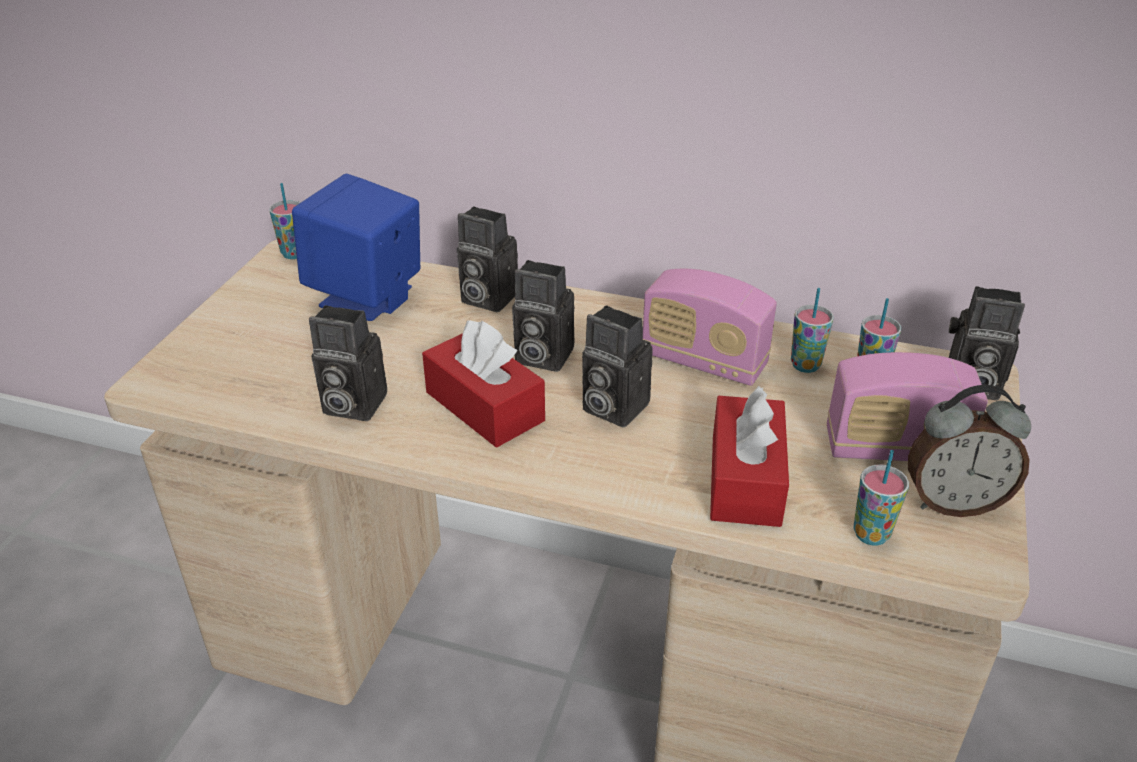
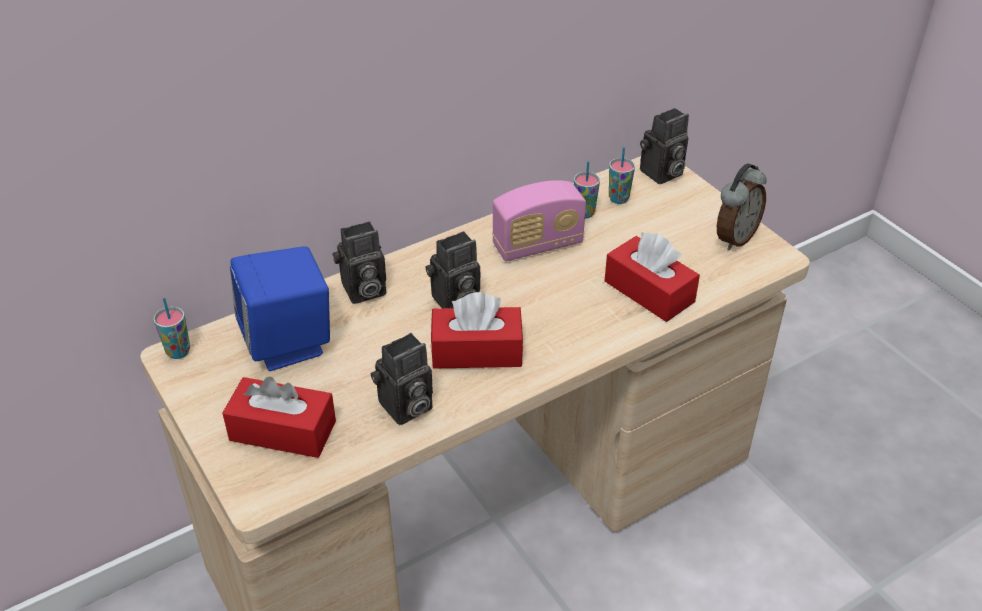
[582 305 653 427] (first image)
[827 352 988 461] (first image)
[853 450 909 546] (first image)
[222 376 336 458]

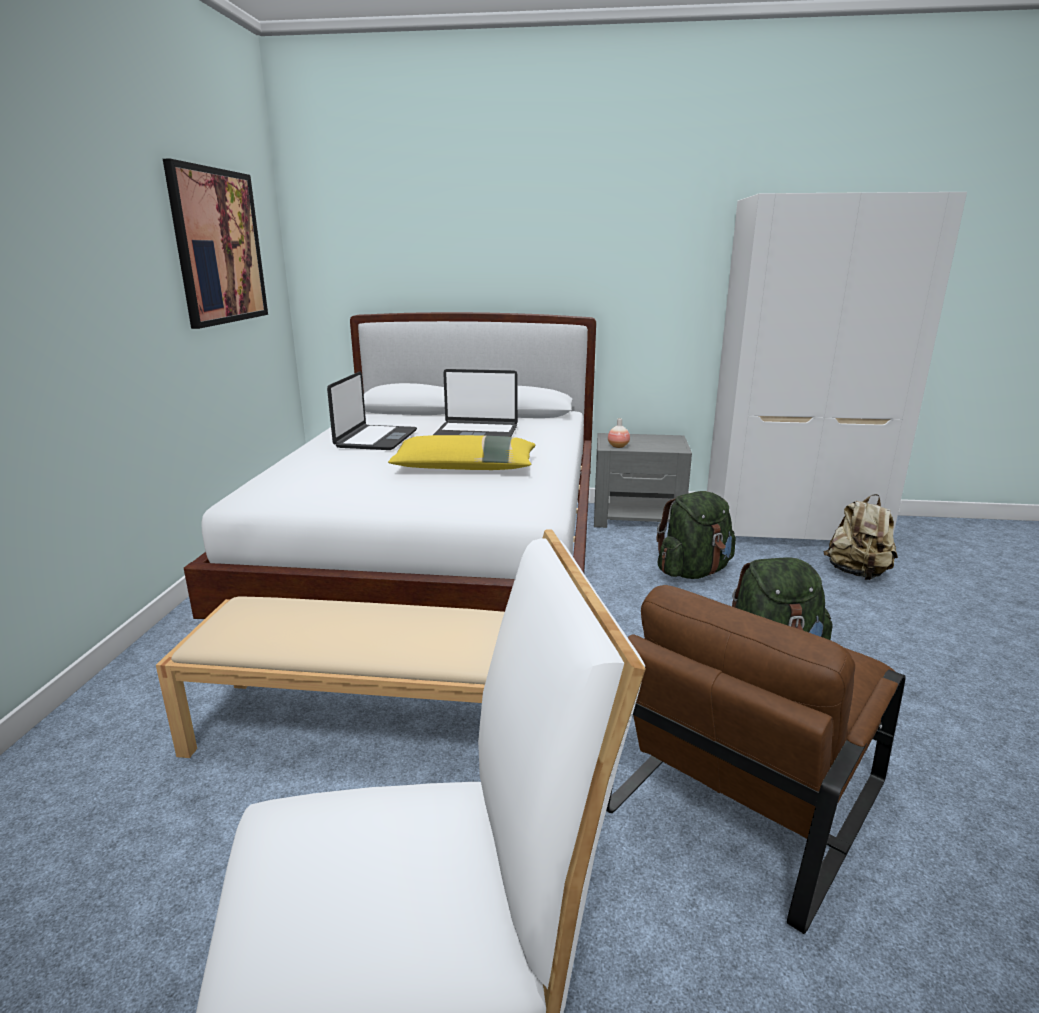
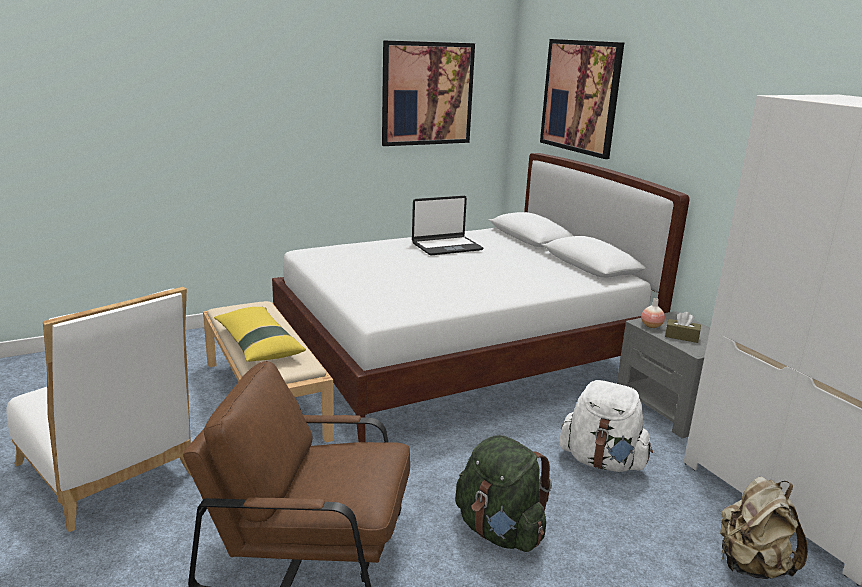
[214 307 306 362]
[433 369 518 437] (first image)
[560 380 653 472]
[540 39 624 159]
[665 312 701 343]

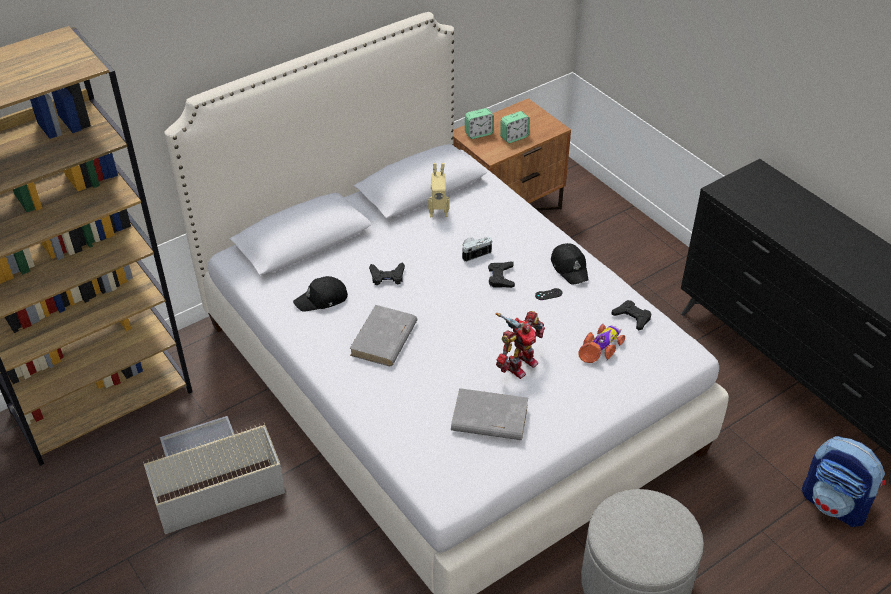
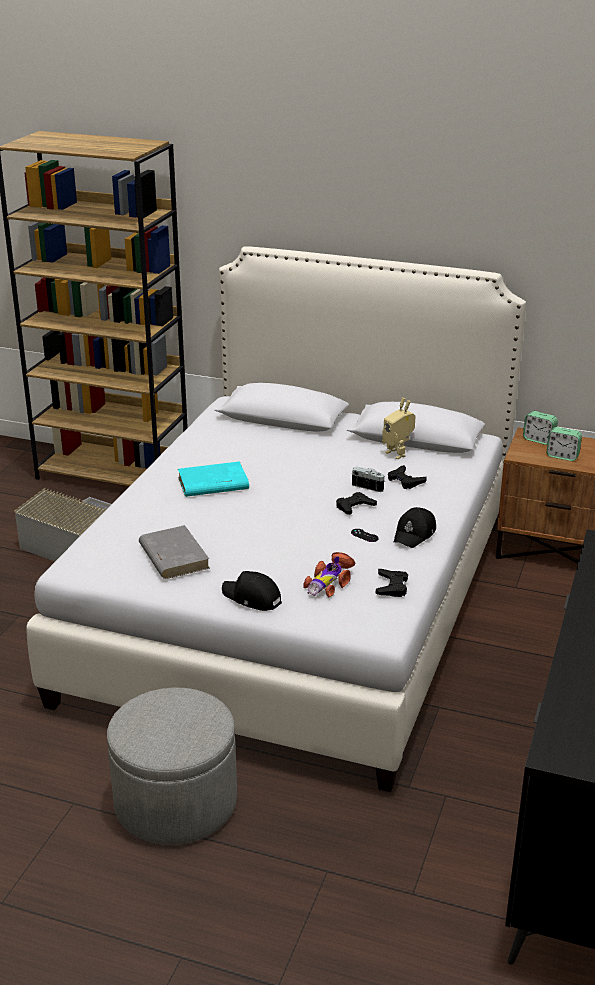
[222 571 282 611]
[178 461 249 497]
[388 465 427 489]
[495 311 545 379] (first image)
[303 552 355 597]
[802 436 886 527] (first image)

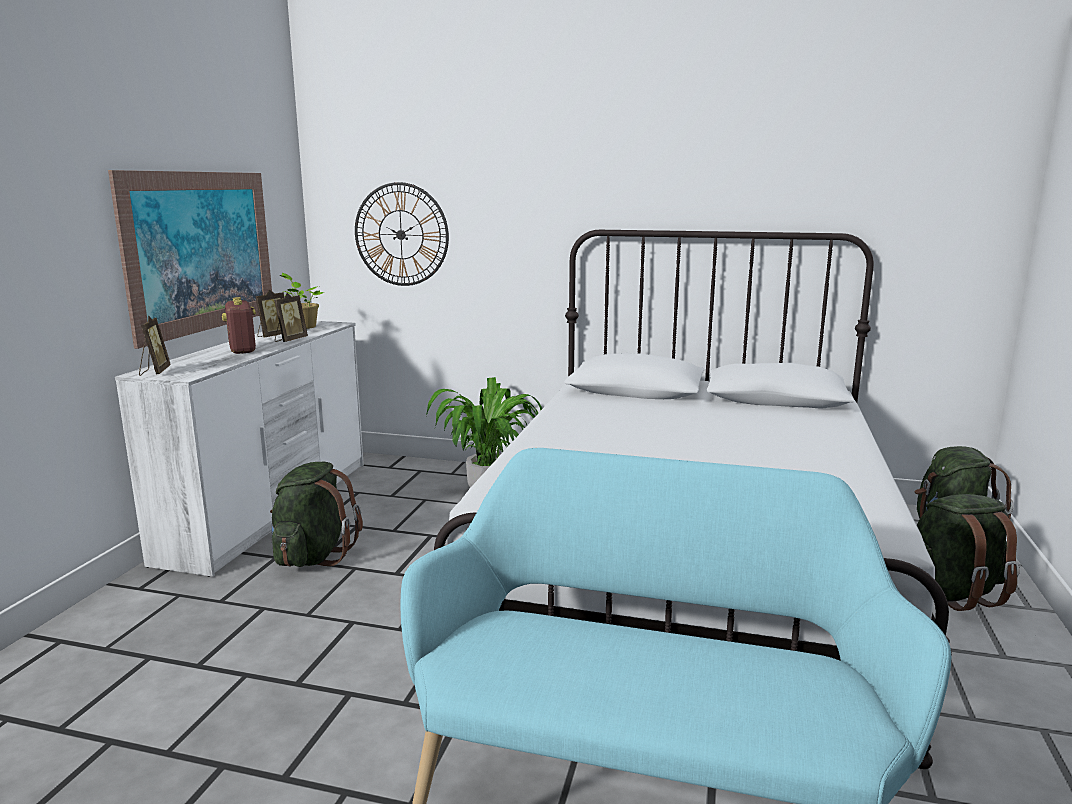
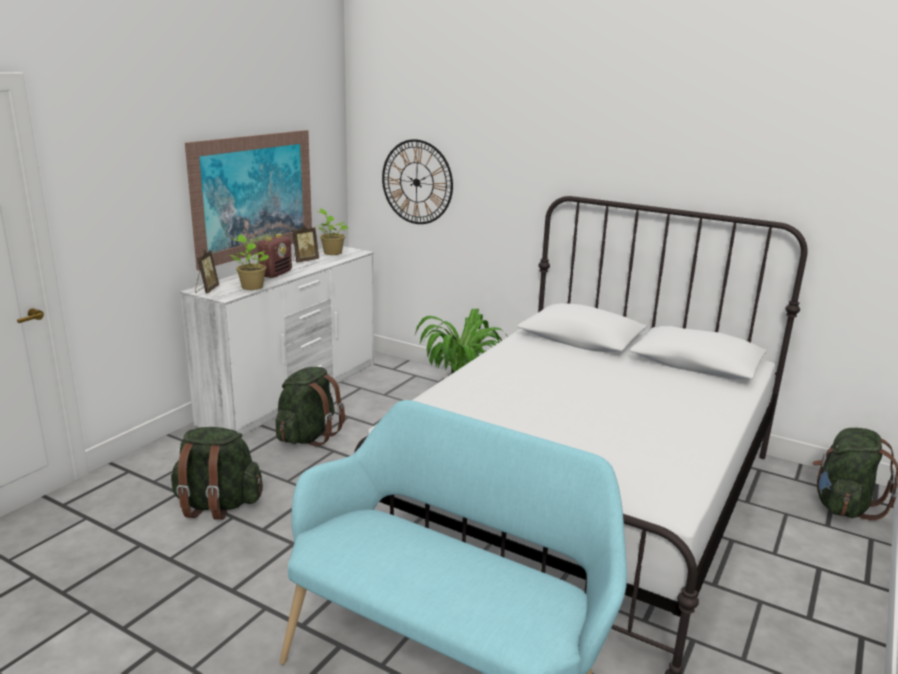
[257 234 292 278]
[274 293 308 342] (first image)
[171 427 263 520]
[230 234 270 290]

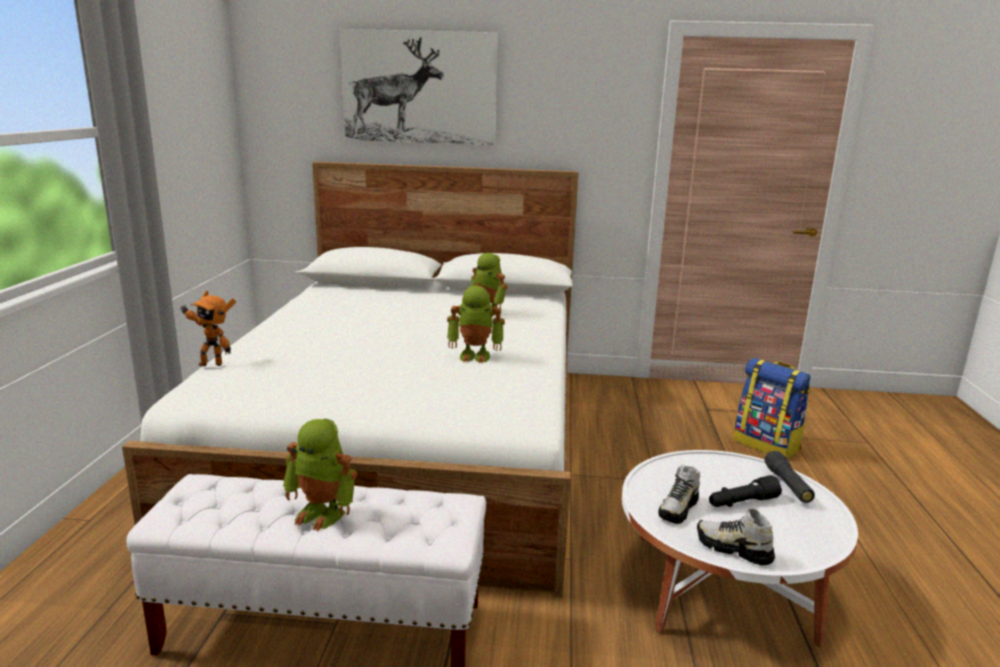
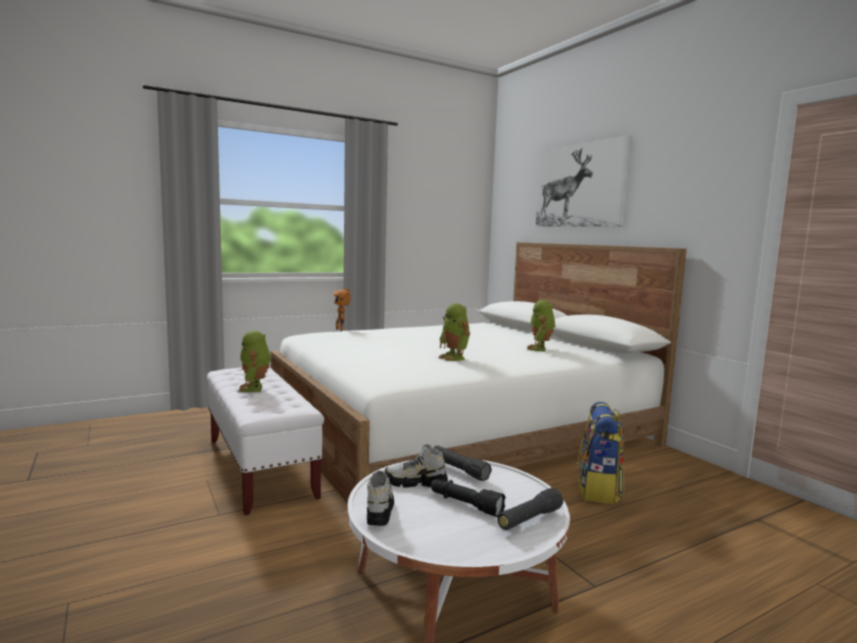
[577 402 624 504]
[433 446 492 481]

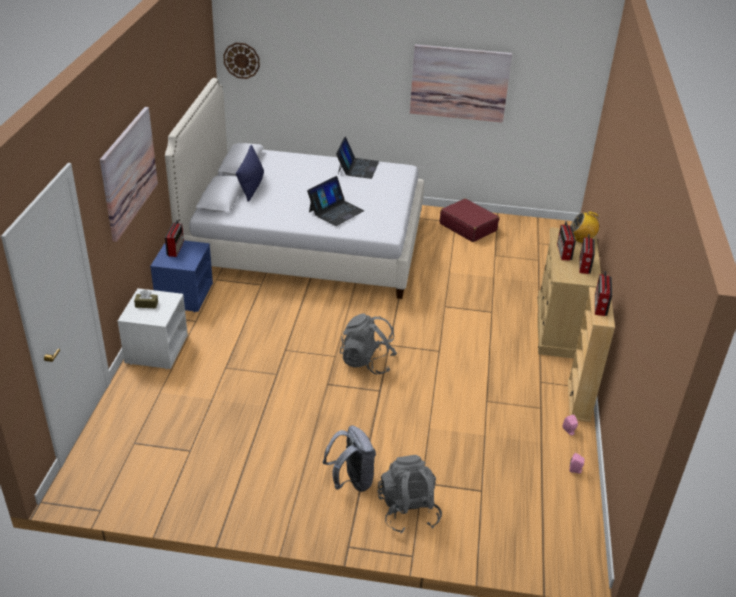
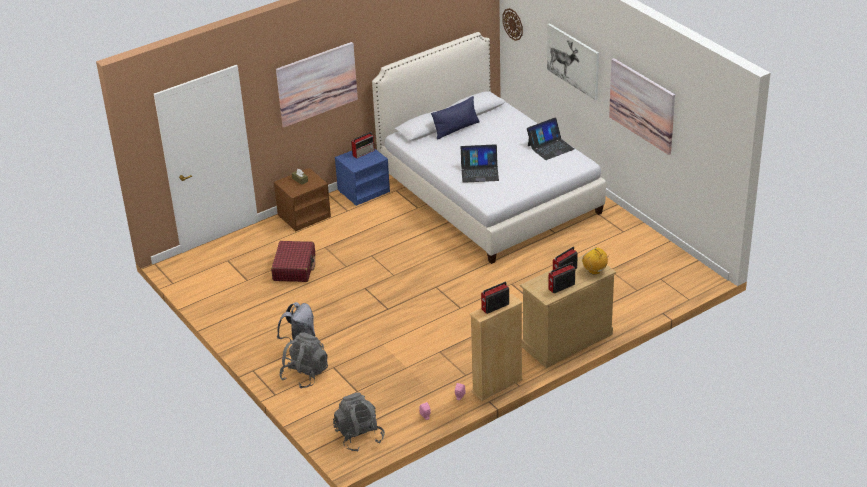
[274 168 331 231]
[333 392 385 452]
[271 241 315 282]
[547 23 599 100]

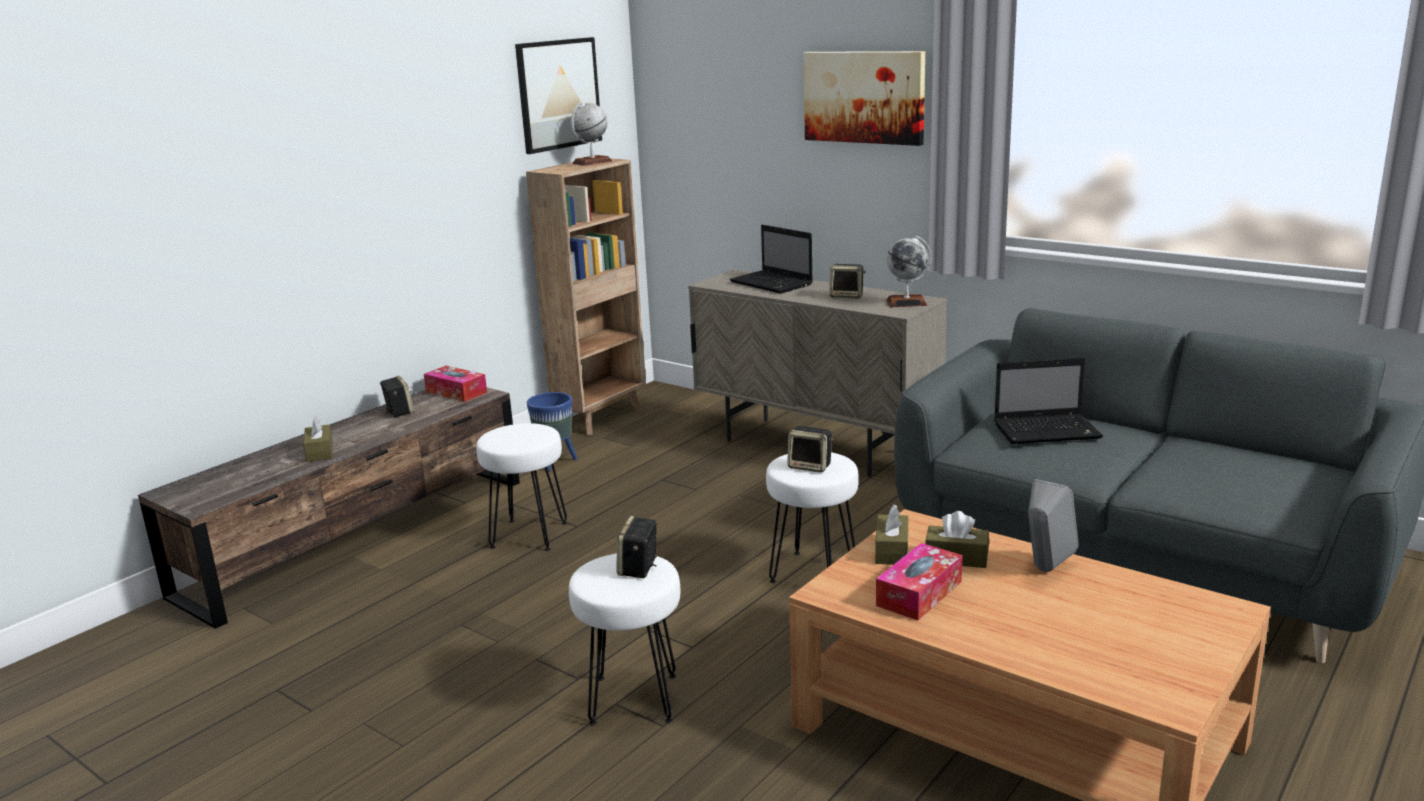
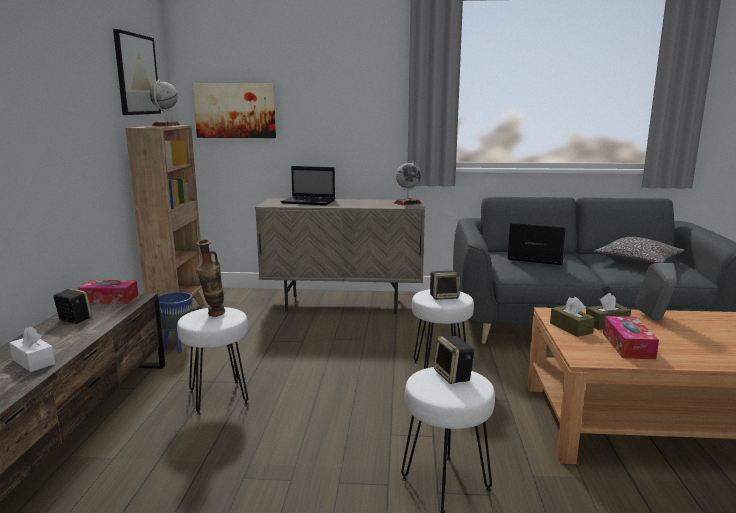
[9 326 55 372]
[193 83 276 138]
[829 264 866 298] (first image)
[508 223 566 265]
[196 239 225 317]
[594 237 684 265]

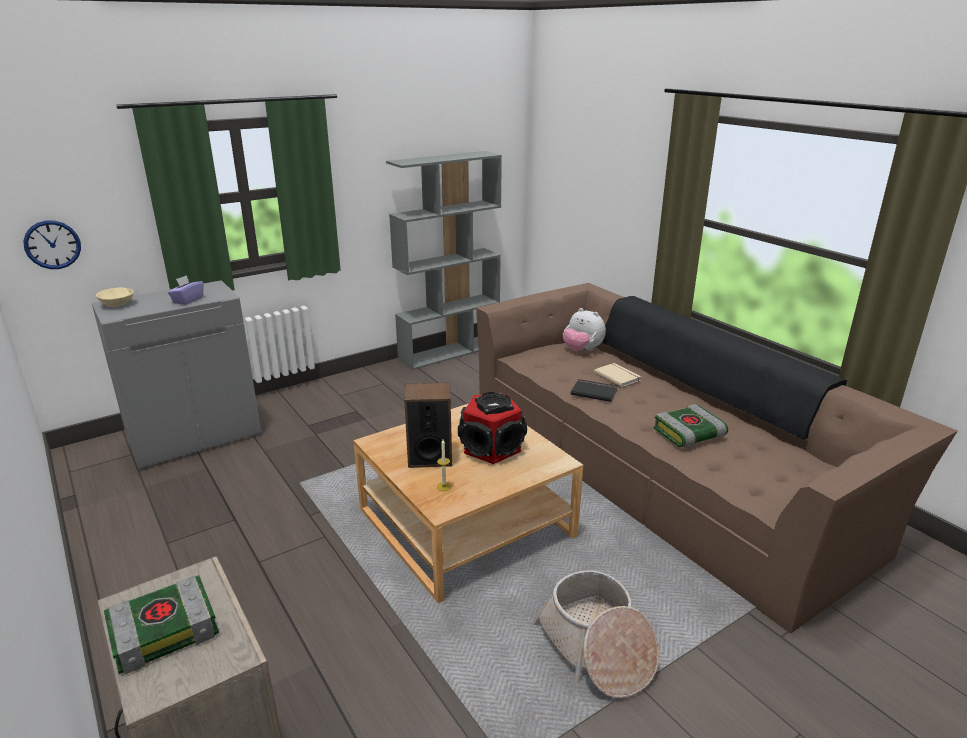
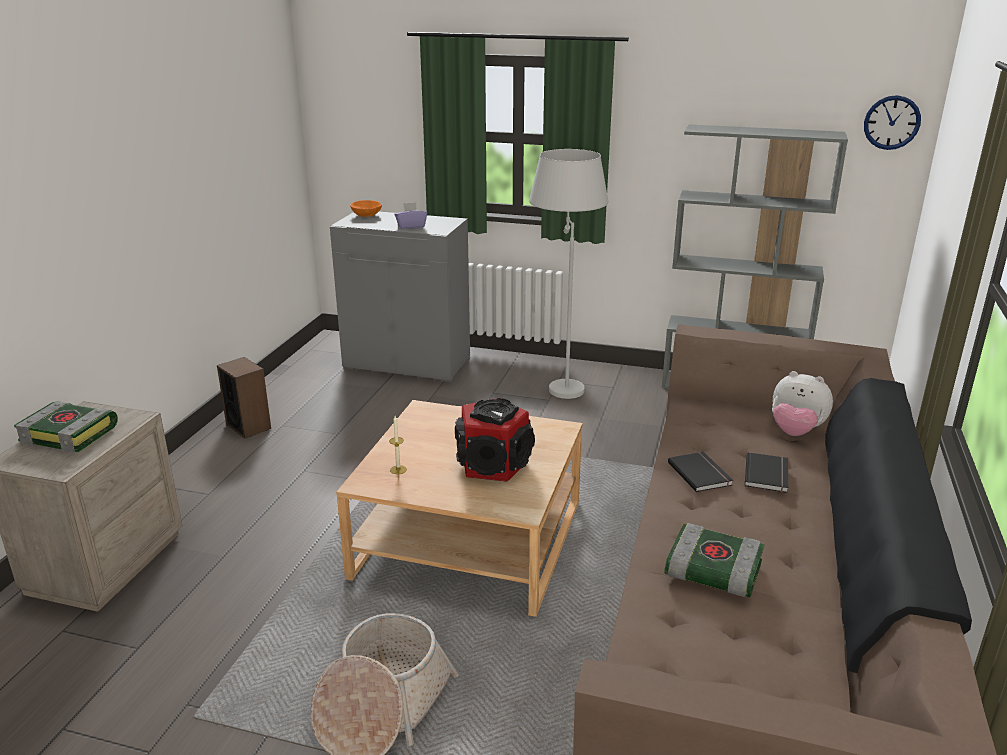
[864 95 921 150]
[350 200 382 217]
[217 357 271 439]
[772 371 833 436]
[745 452 788 493]
[529 149 608 399]

